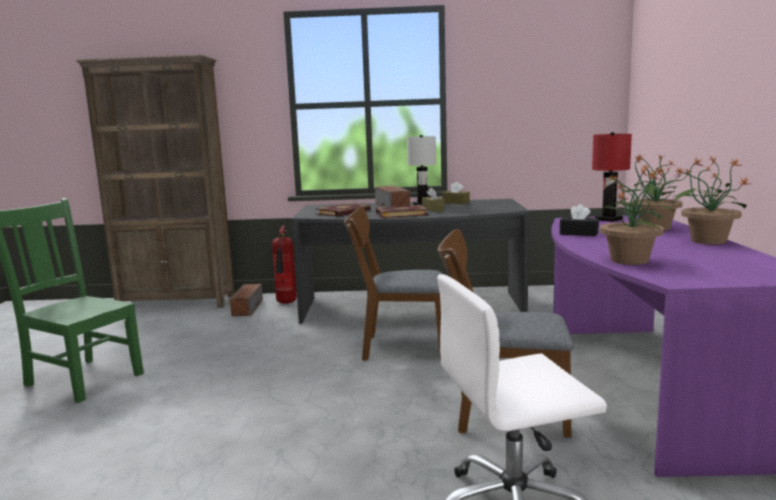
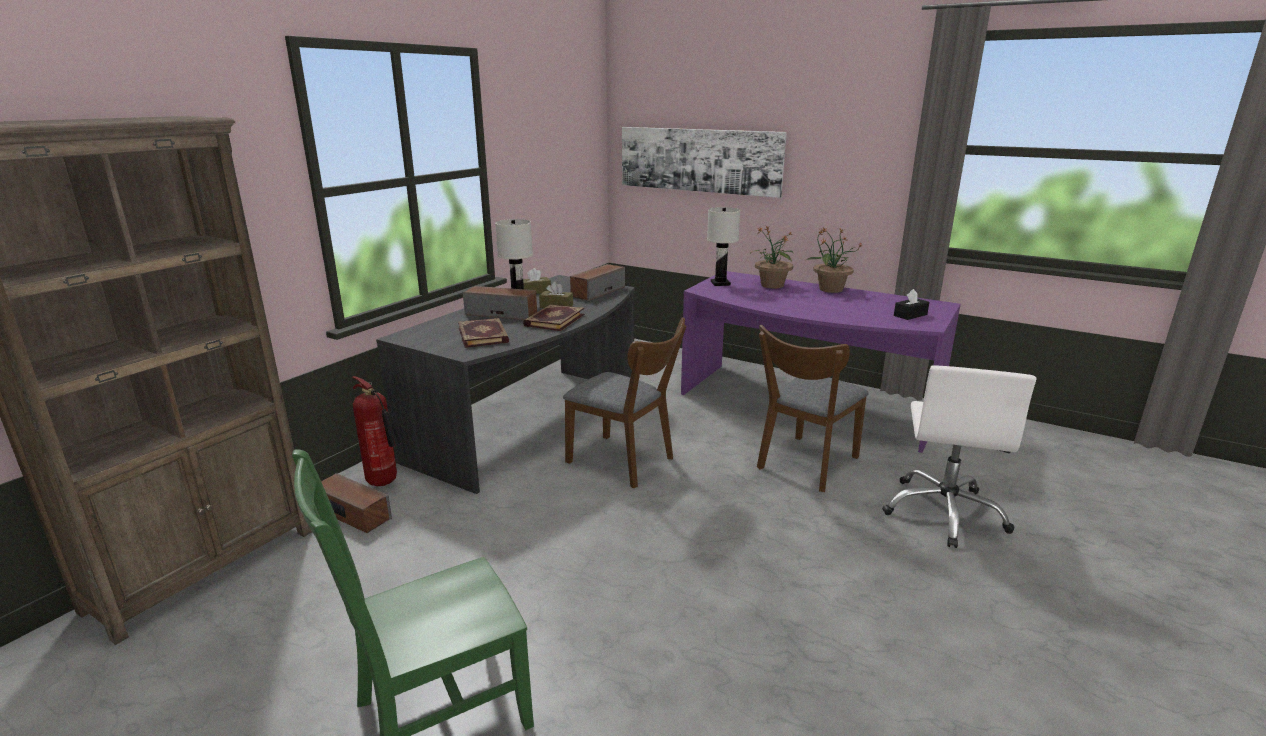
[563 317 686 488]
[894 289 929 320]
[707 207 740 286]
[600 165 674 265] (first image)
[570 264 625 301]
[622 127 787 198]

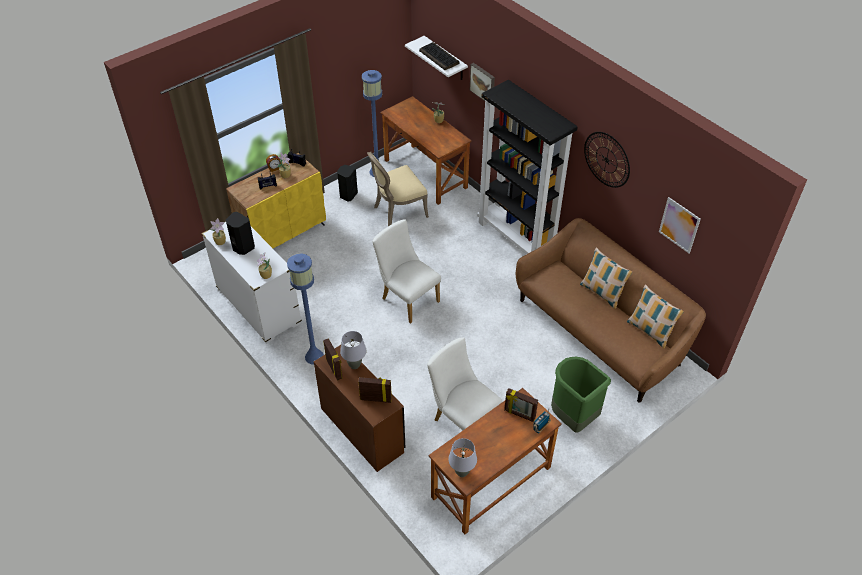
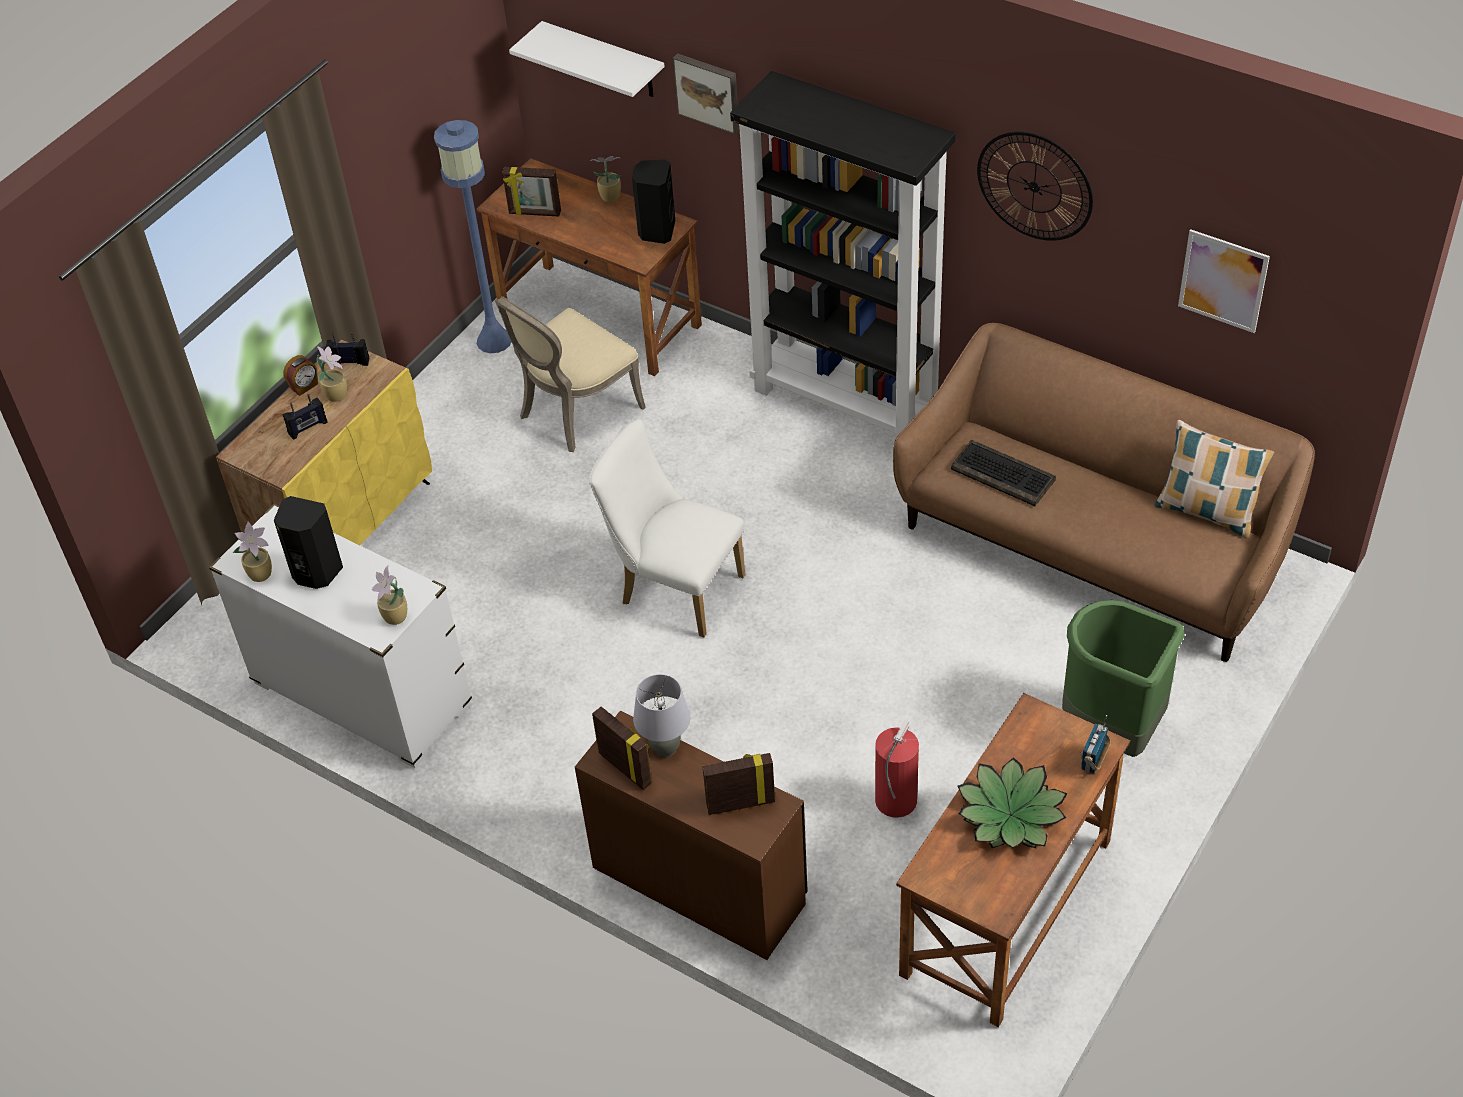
[287 253 324 365] (first image)
[632 160 675 244]
[951 440 1056 506]
[875 720 919 818]
[448 438 477 477] (first image)
[502 167 561 217]
[580 248 633 309] (first image)
[958 757 1068 848]

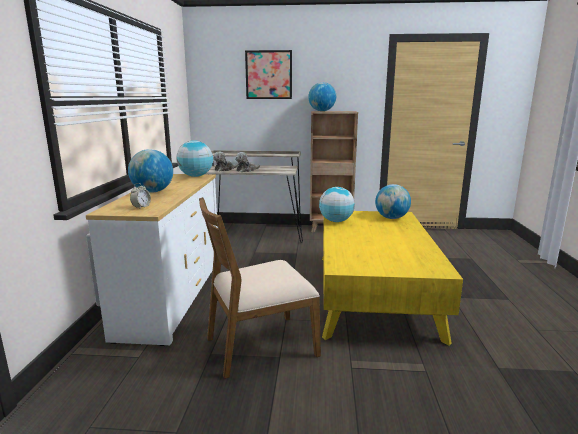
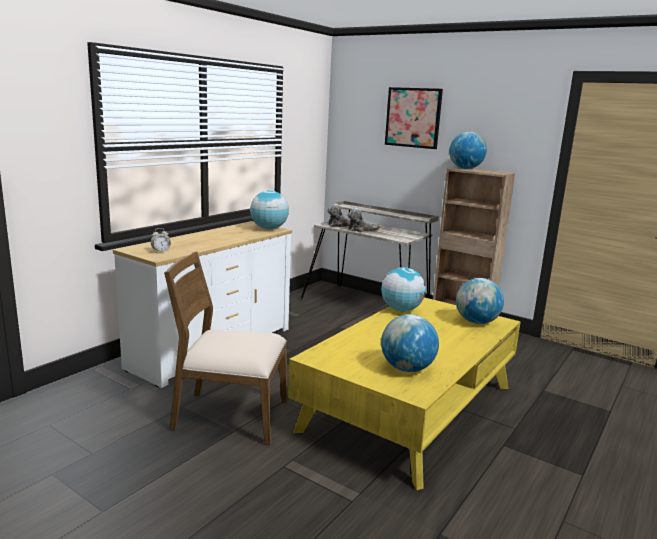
[381 314 439 372]

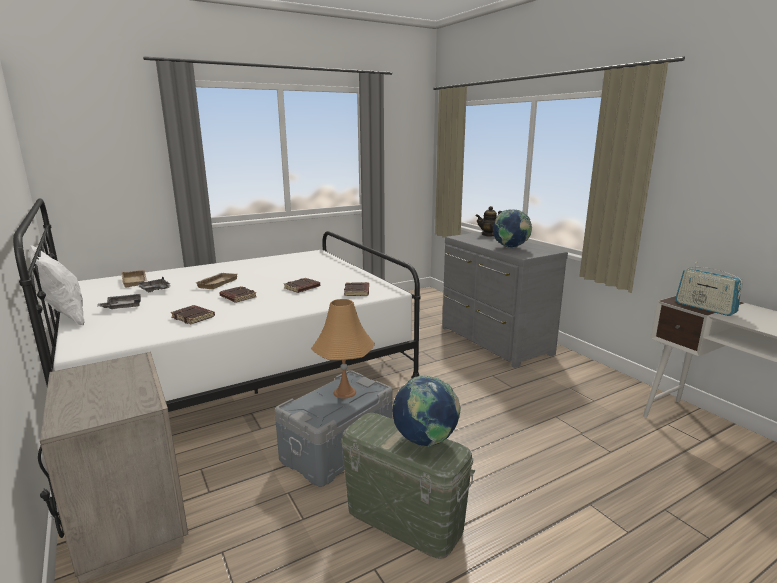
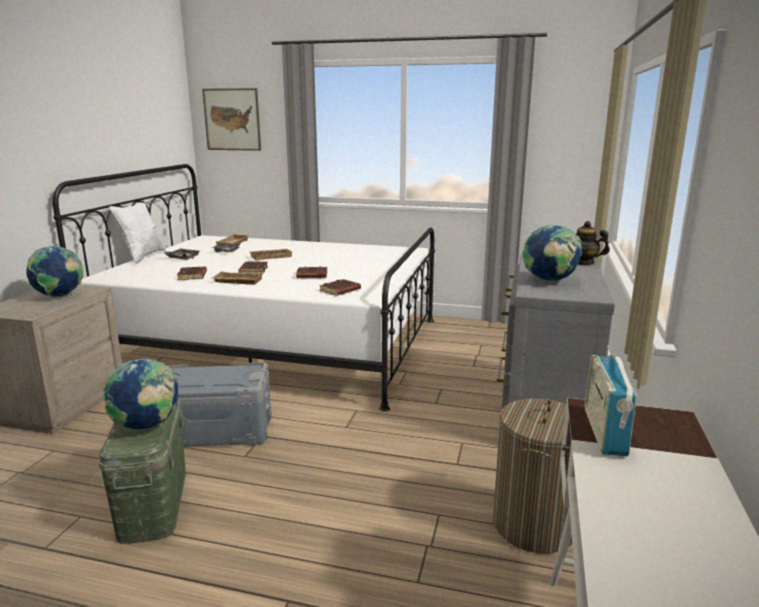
[311 299 375 399] (first image)
[26 246 83 298]
[202 88 261 151]
[211 271 264 285]
[493 398 572 554]

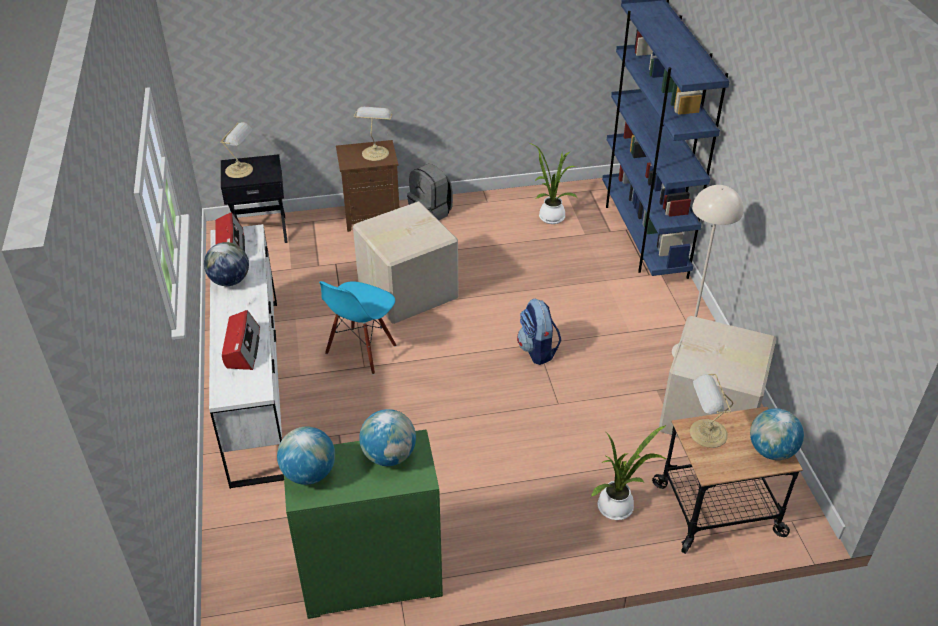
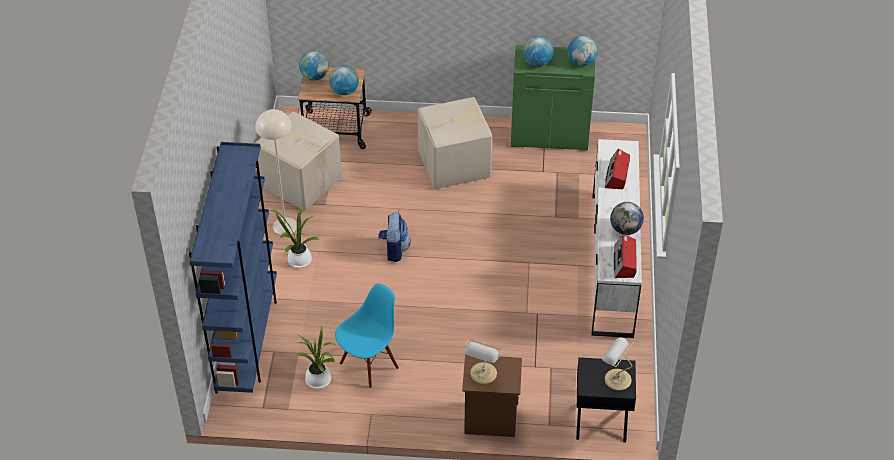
[335 283 399 388]
[418 97 493 189]
[407 163 453 220] (first image)
[269 204 320 268]
[329 65 359 95]

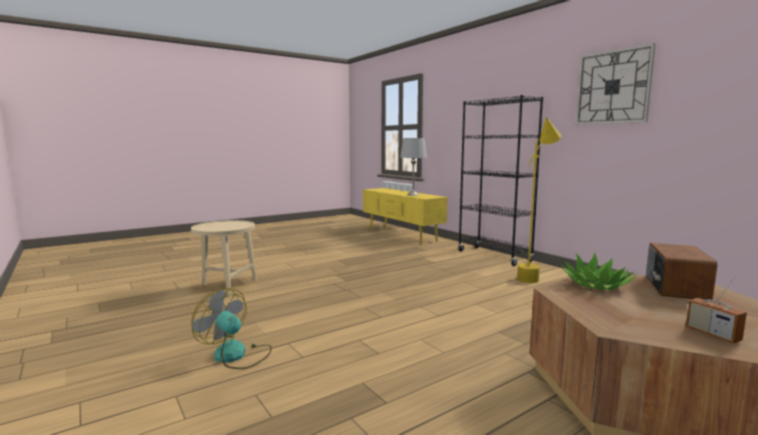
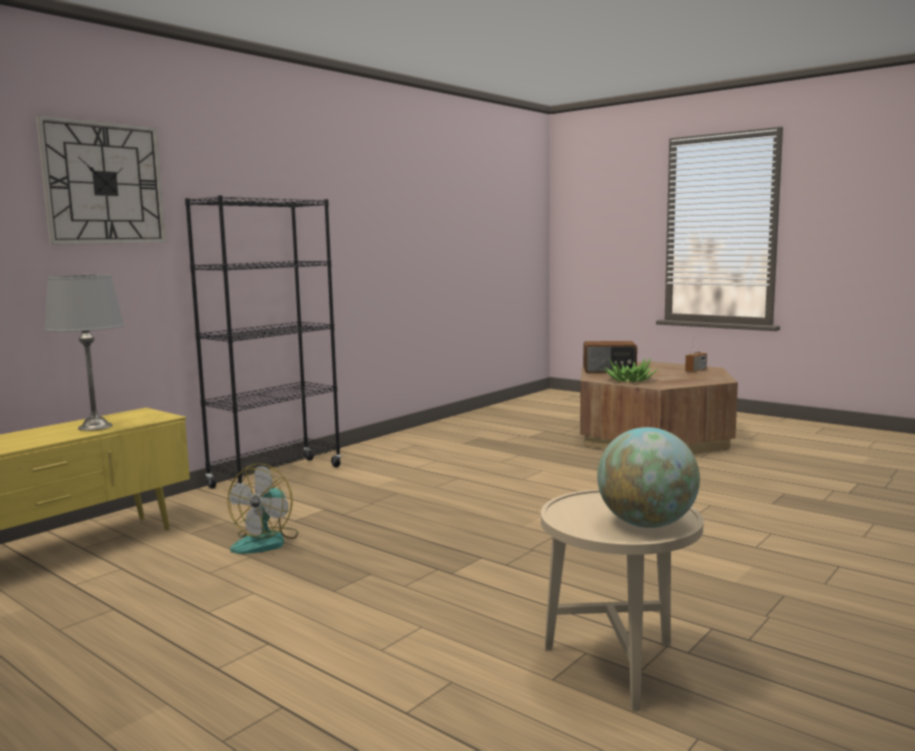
[227 463 298 554]
[517 117 561 283] (first image)
[36 115 167 245]
[597 427 700 528]

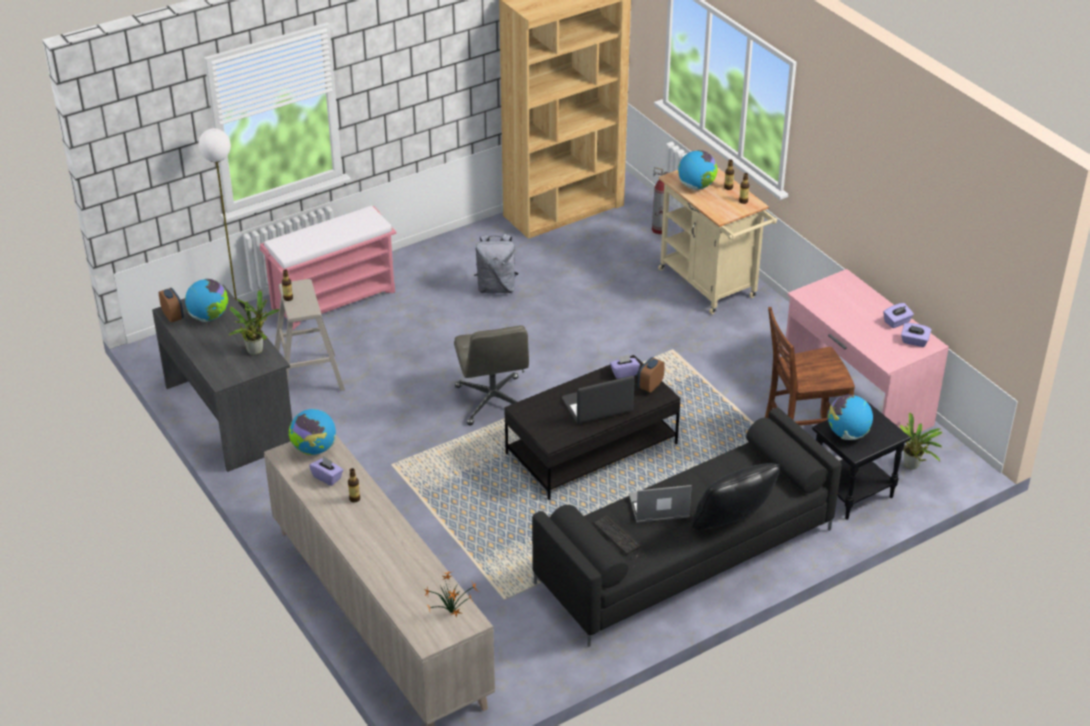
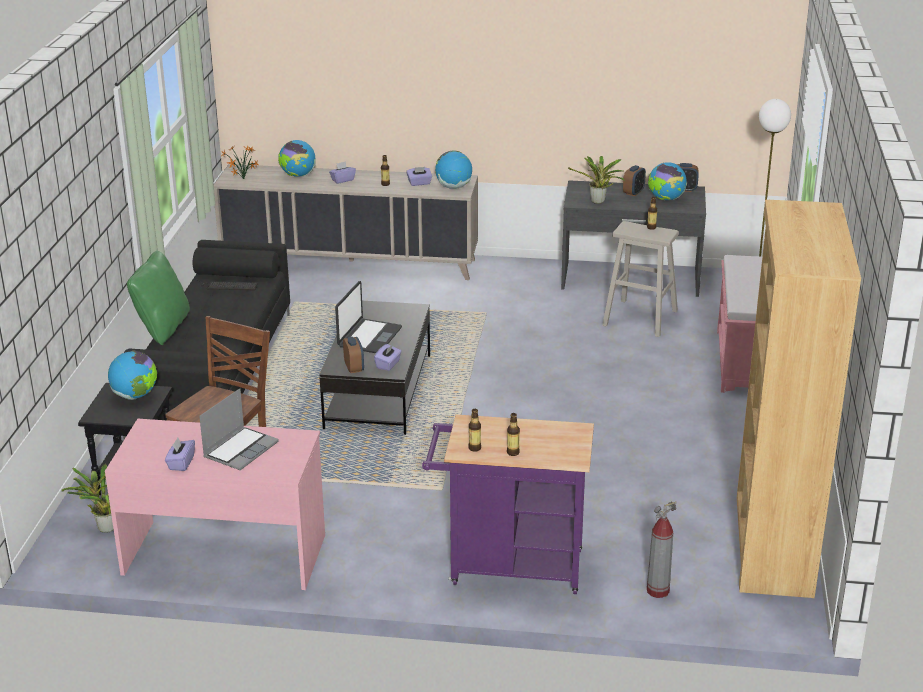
[454 325 529 426] (first image)
[474 234 519 293] (first image)
[199 389 279 470]
[422 415 594 594]
[278 140 316 177]
[127 251 190 345]
[329 161 356 184]
[623 165 646 196]

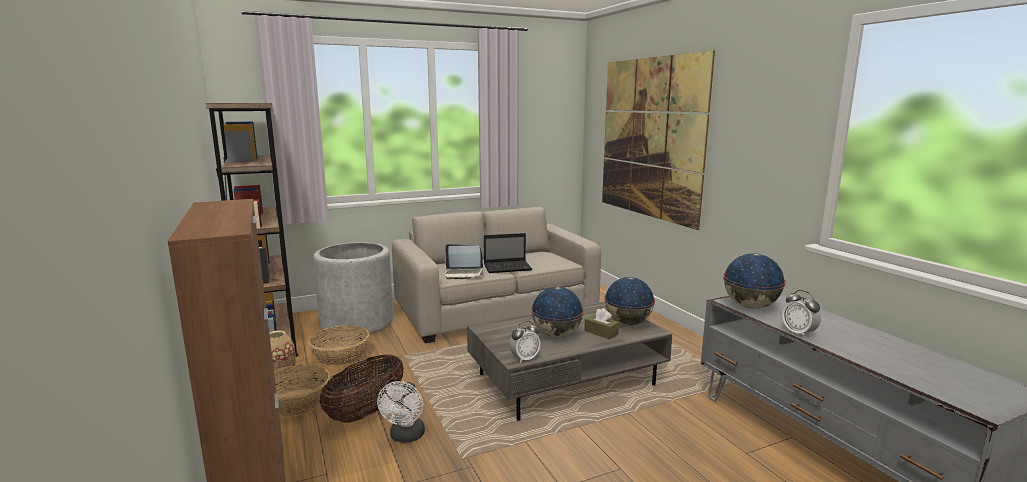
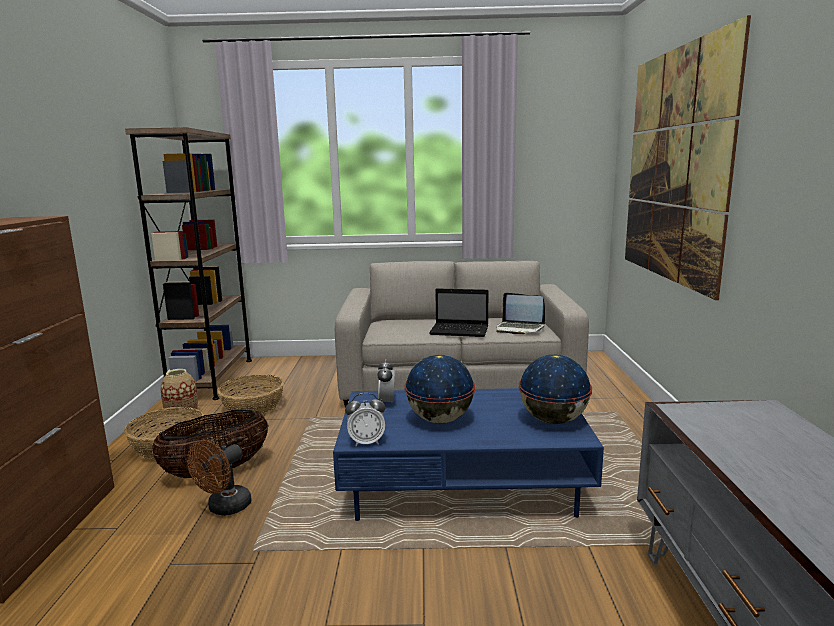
[313 242 393 336] (first image)
[187 440 252 516]
[496 293 545 334]
[333 388 604 521]
[584 308 619 339] (first image)
[723 253 786 309] (first image)
[377 359 395 402]

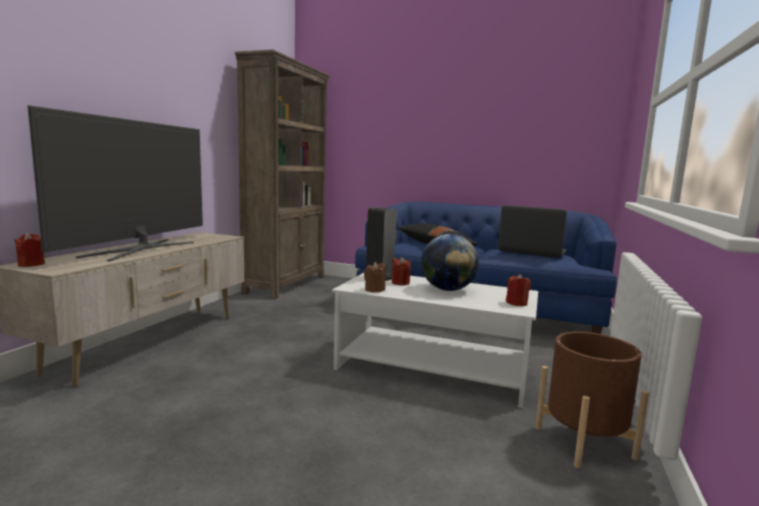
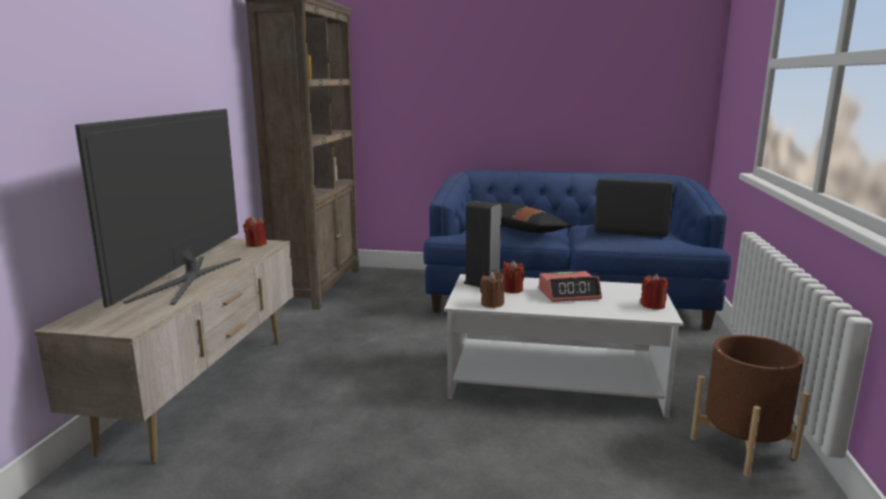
[243 217 267 247]
[539 271 602 302]

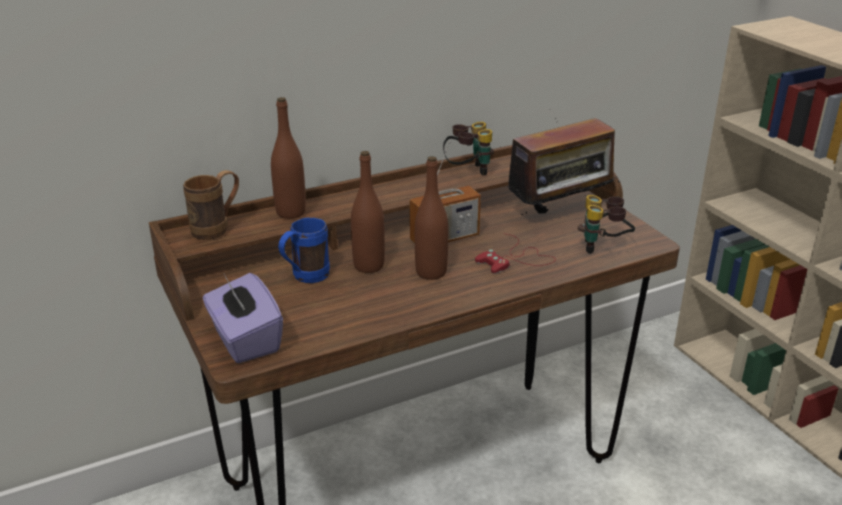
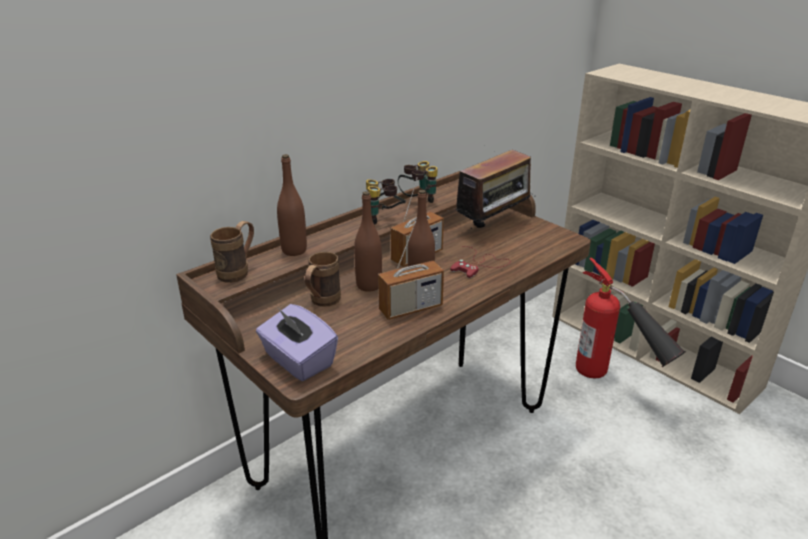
[305 252 341 307]
[366 179 406 225]
[378 221 444 320]
[576 258 686 378]

